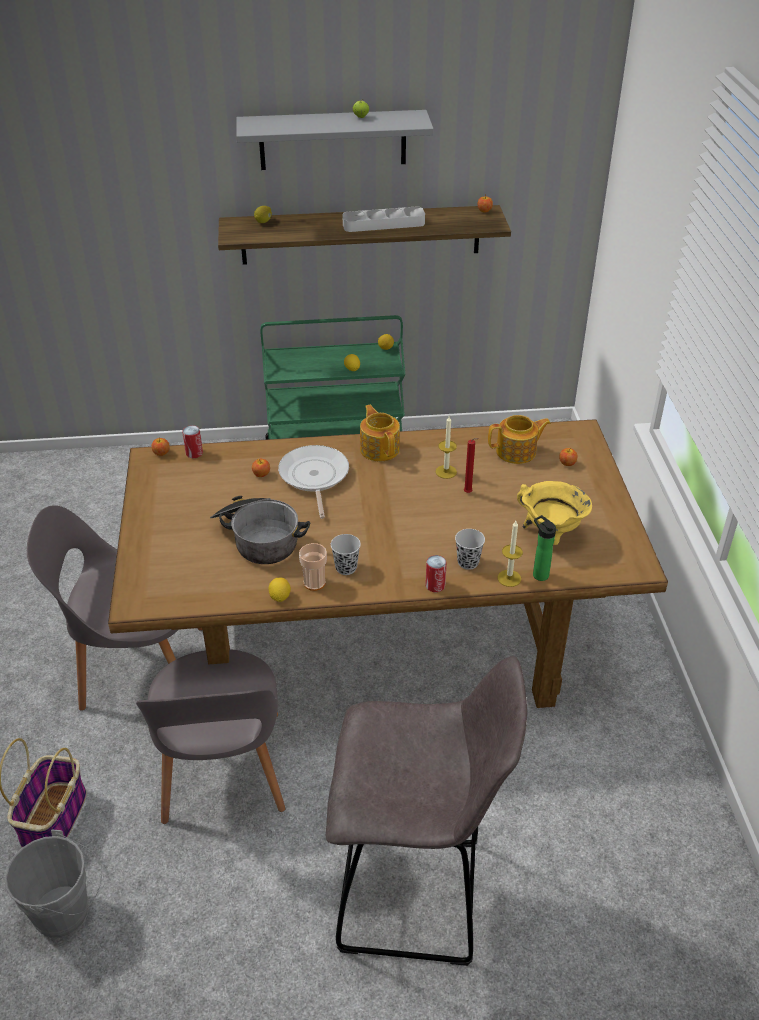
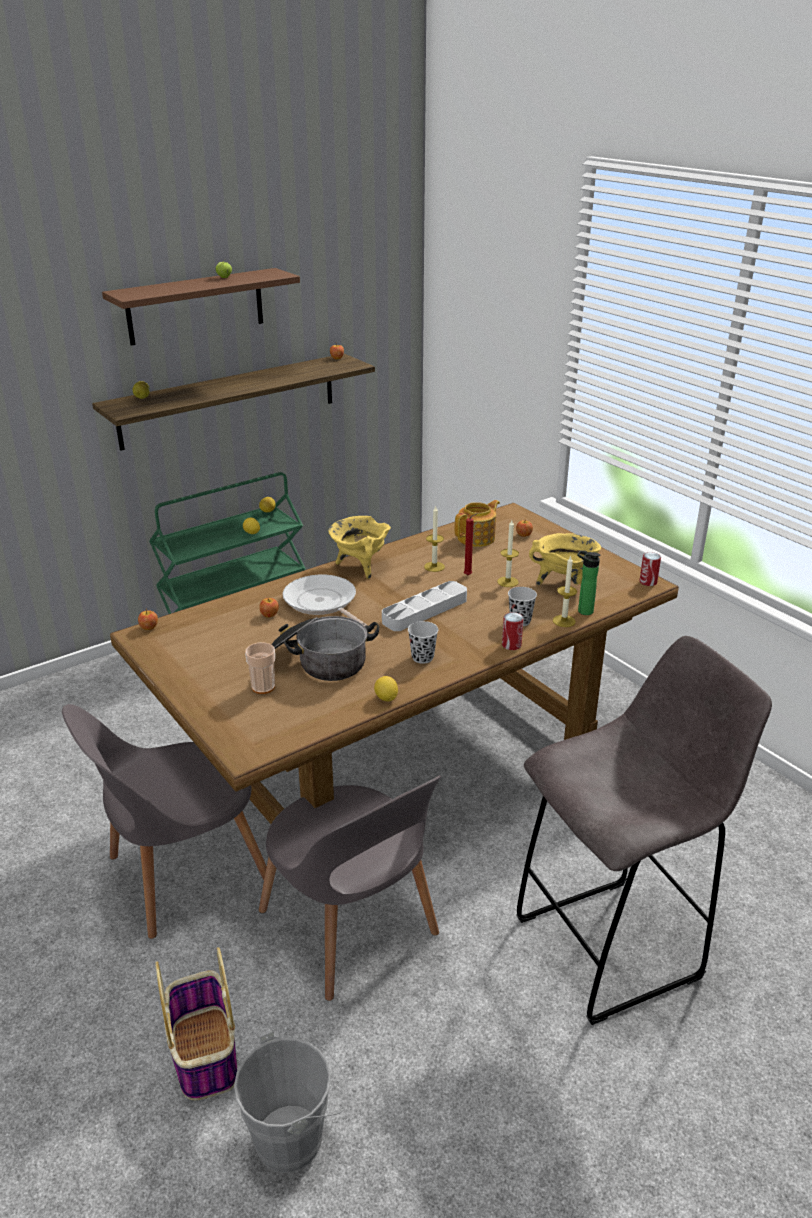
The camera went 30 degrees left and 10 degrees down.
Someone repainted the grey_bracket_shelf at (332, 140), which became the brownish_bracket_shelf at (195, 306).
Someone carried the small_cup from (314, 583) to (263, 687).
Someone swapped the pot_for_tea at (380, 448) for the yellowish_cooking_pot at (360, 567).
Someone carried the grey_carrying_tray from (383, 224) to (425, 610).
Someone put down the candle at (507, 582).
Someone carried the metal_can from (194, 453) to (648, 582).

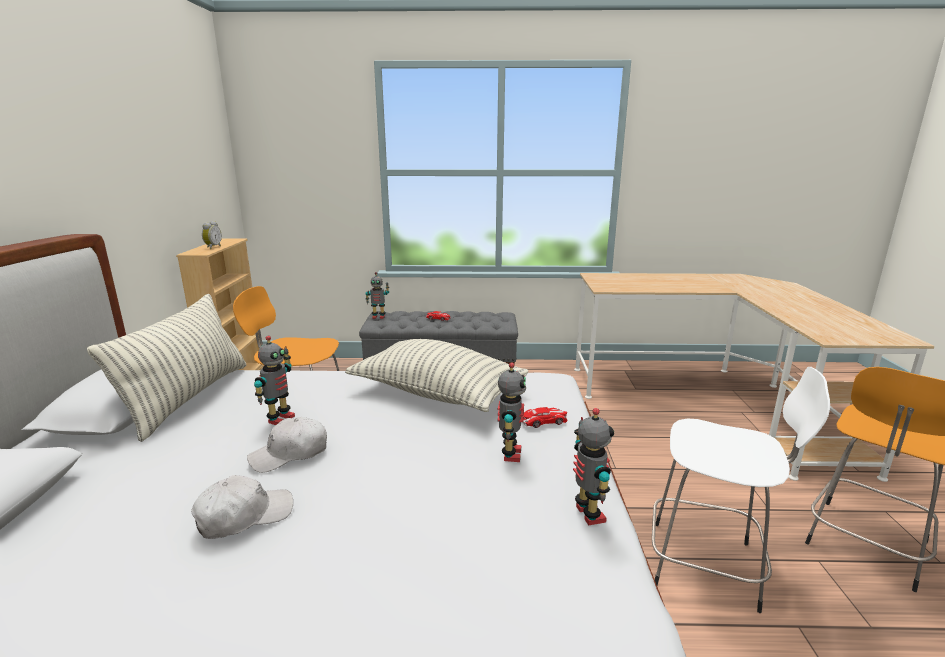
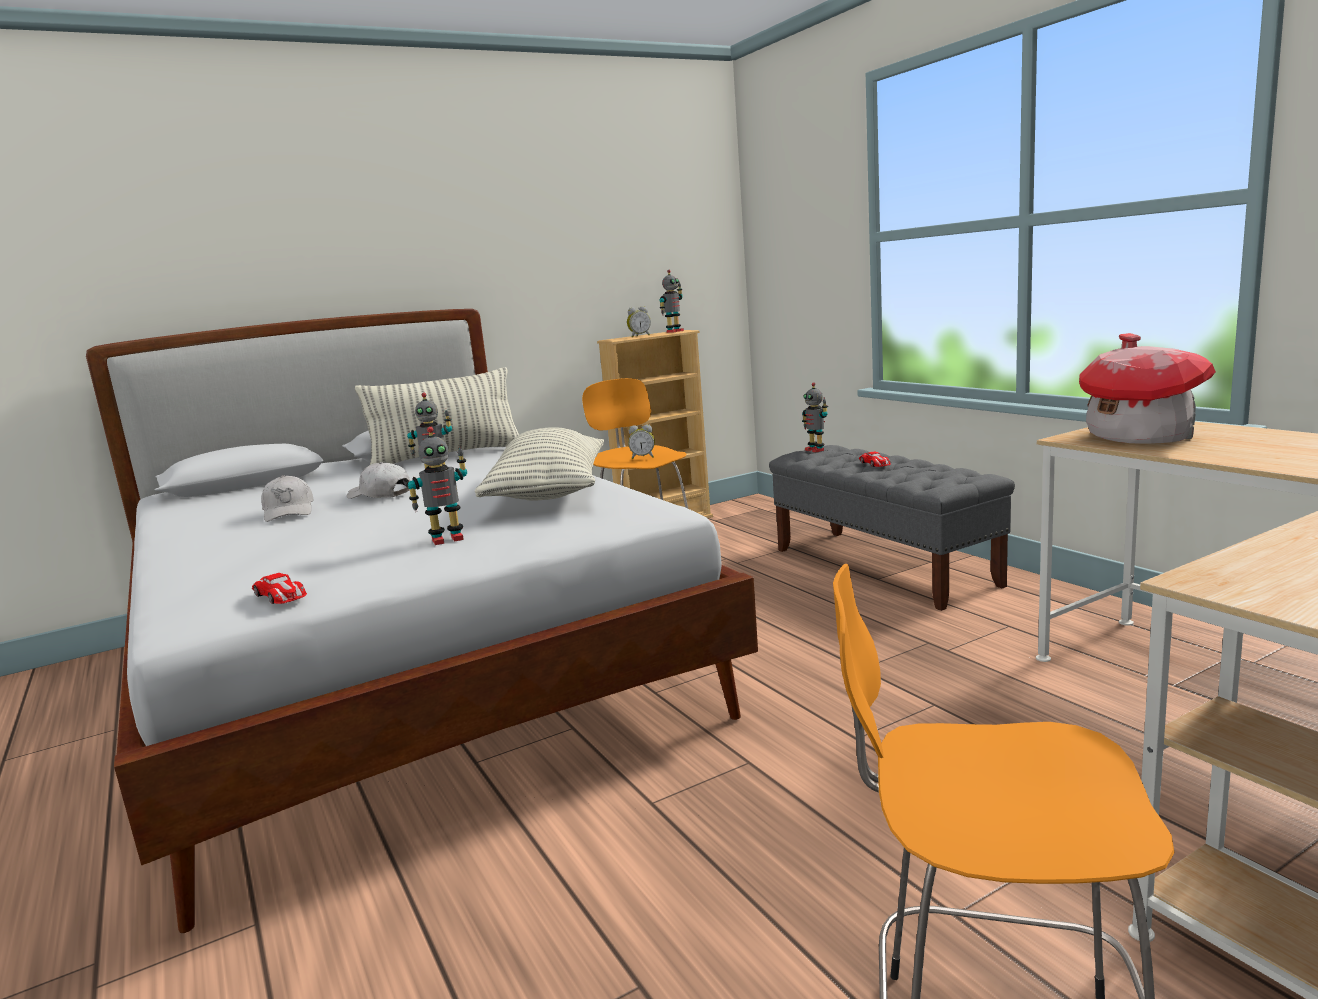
The camera went 60 degrees right and 5 degrees down.
Someone carried the model_car from (544, 421) to (280, 595).
Someone rotated the white-coloured_baseball_cap at (244, 516) by 45 degrees clockwise.
Someone put down the alarm_clock at (643, 457).
Someone carried the robot_figure from (587, 514) to (674, 331).
Someone put down the toy_house at (1139, 436).
Someone took away the white-coloured_stool at (708, 565).

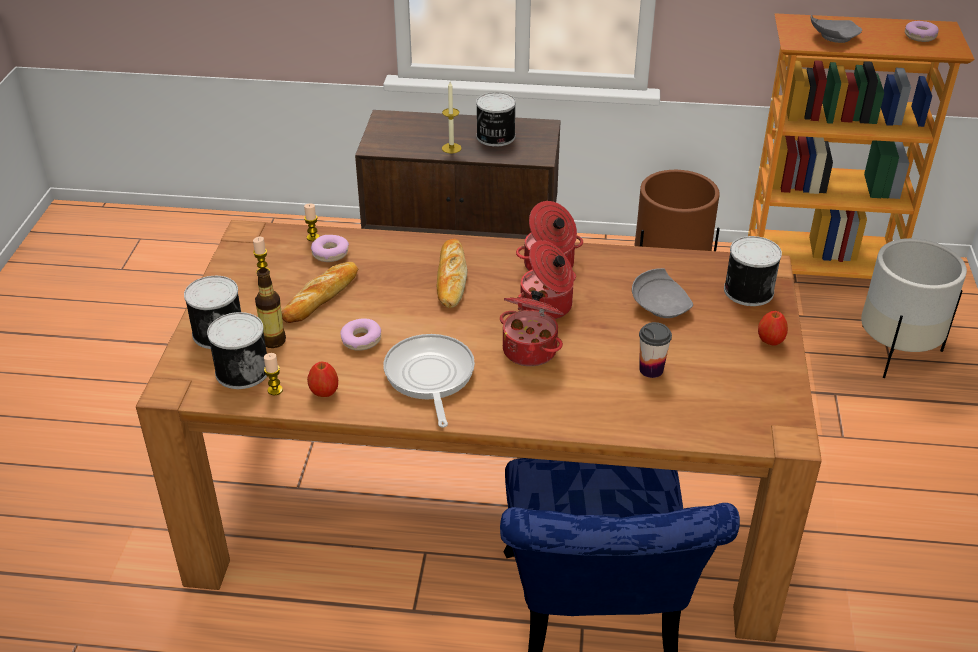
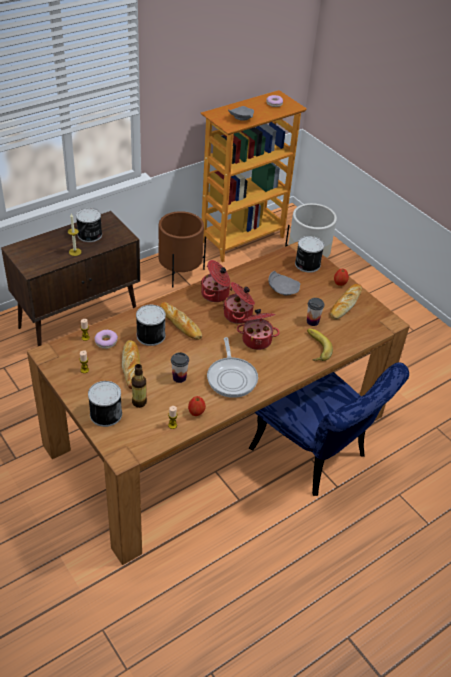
The camera went 45 degrees left and 5 degrees up.
Someone carried the metal_can from (242, 370) to (150, 335).
Someone swapped the ring_doughnut at (361, 340) for the small_cup at (179, 377).
Someone rotated the skillet at (429, 377) by 135 degrees counterclockwise.
Someone put down the whole_banana at (315, 347).
Someone put down the bread at (345, 304).

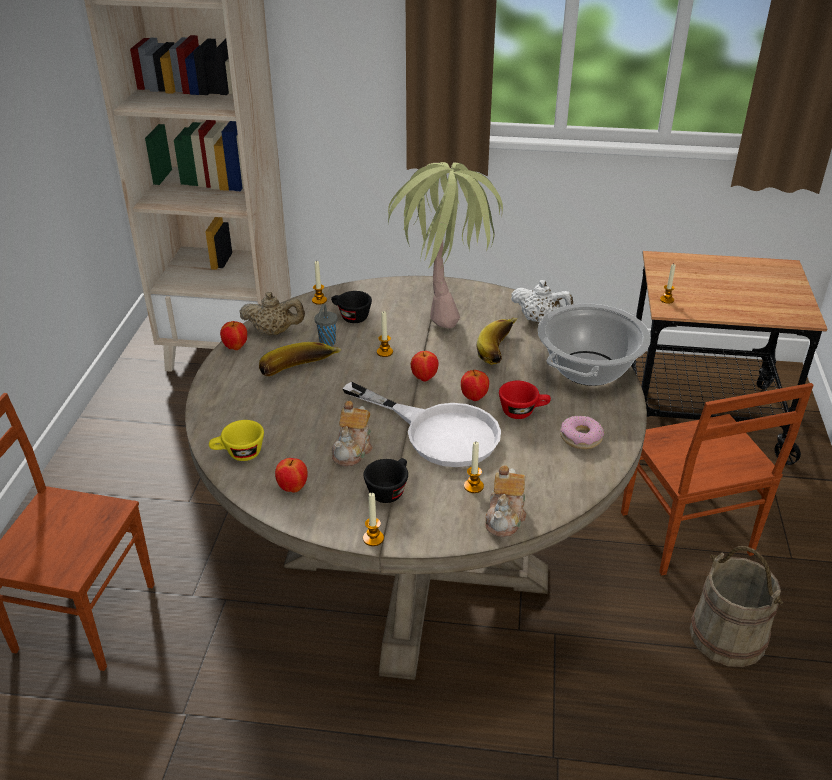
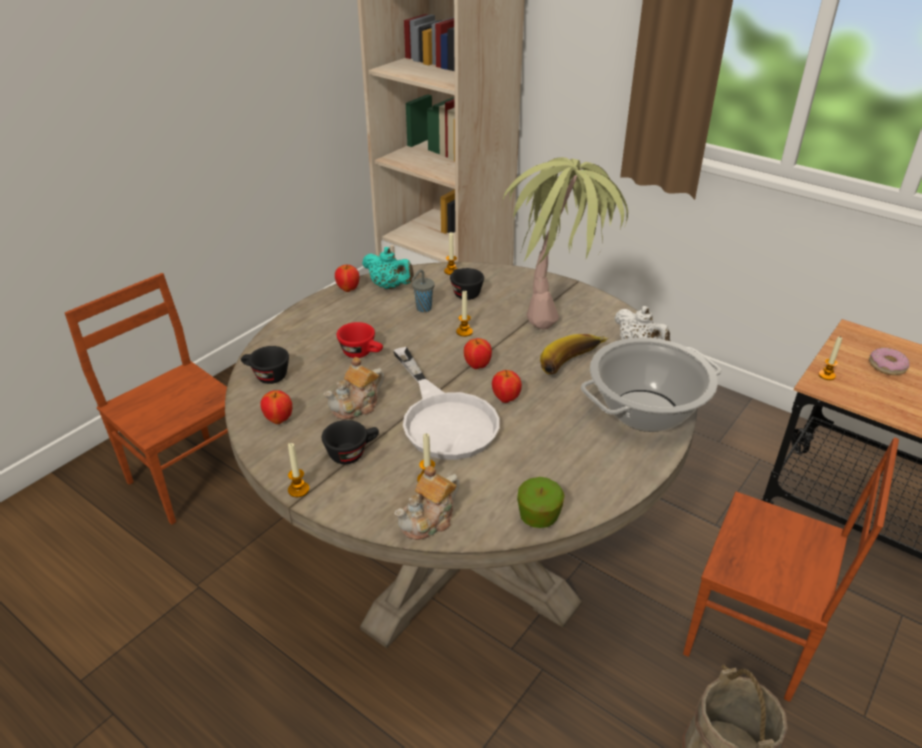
The camera went 30 degrees right and 0 degrees up.
Someone repainted the yellowish_small_cup at (238, 454), which became the blackish_small_cup at (266, 376).
Someone carried the red-coloured_small_cup from (523, 411) to (362, 353).
Someone repainted the sand-coloured_pot_for_tea at (274, 332), which became the blue-green_pot_for_tea at (389, 286).
Someone put down the apple_fruit at (539, 517).
Someone rotated the brownish_upright_chair at (685, 535) by 75 degrees counterclockwise.
Someone carried the ring_doughnut from (581, 438) to (886, 366).
Someone took away the whole_banana at (300, 371).

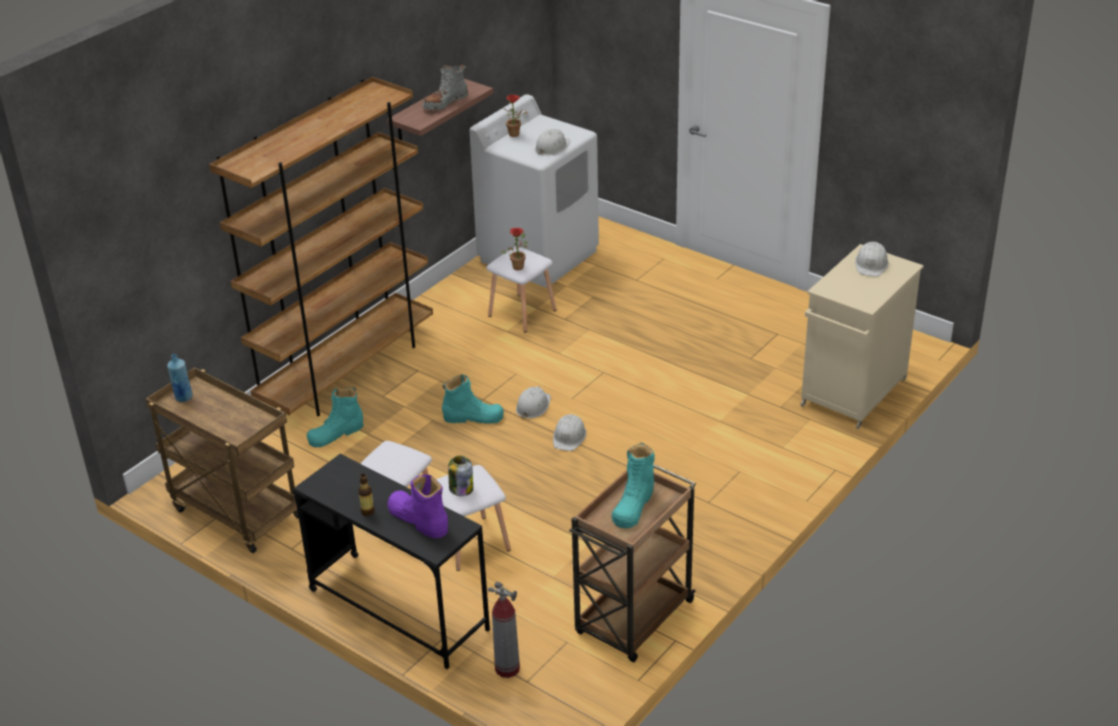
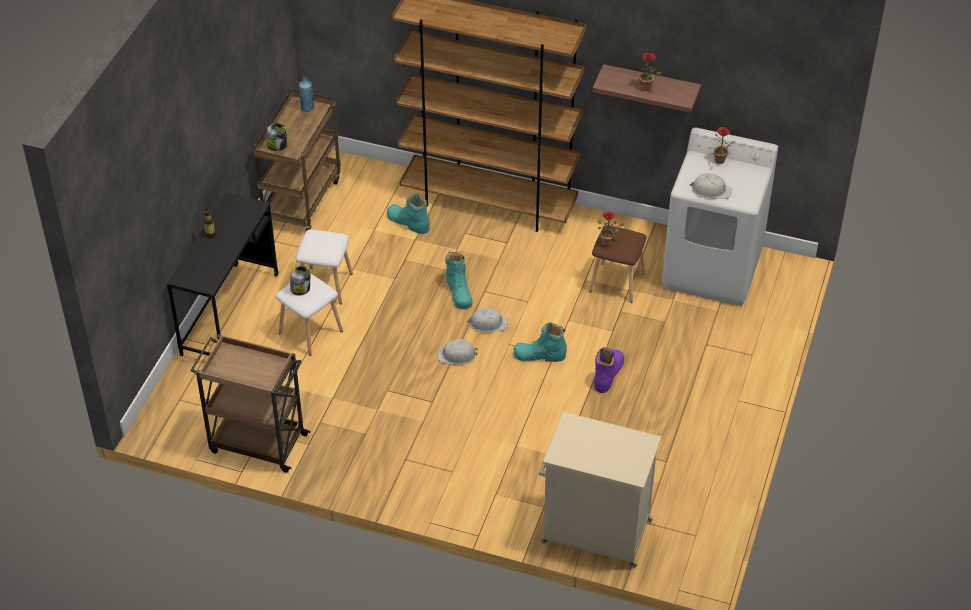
The camera went 70 degrees right and 10 degrees up.
Someone put down the jar at (277, 145).
Someone carried the blue-green_high-top_boot from (633, 505) to (539, 355).
Someone repainted the white-coloured_stool at (522, 313), which became the brownish_stool at (615, 282).
Someone carried the purple_high-top_boot from (418, 519) to (608, 374).
Someone swapped the grey_high-top_boot at (445, 102) for the houseplant at (648, 88).
Someone took away the extinguisher at (507, 668).
Someone took away the white-coloured_work_helmet at (871, 264).

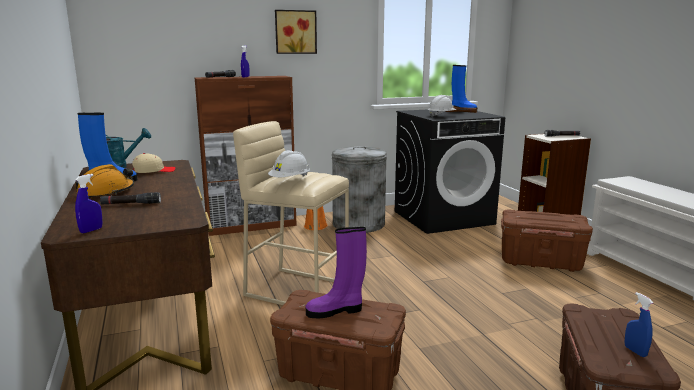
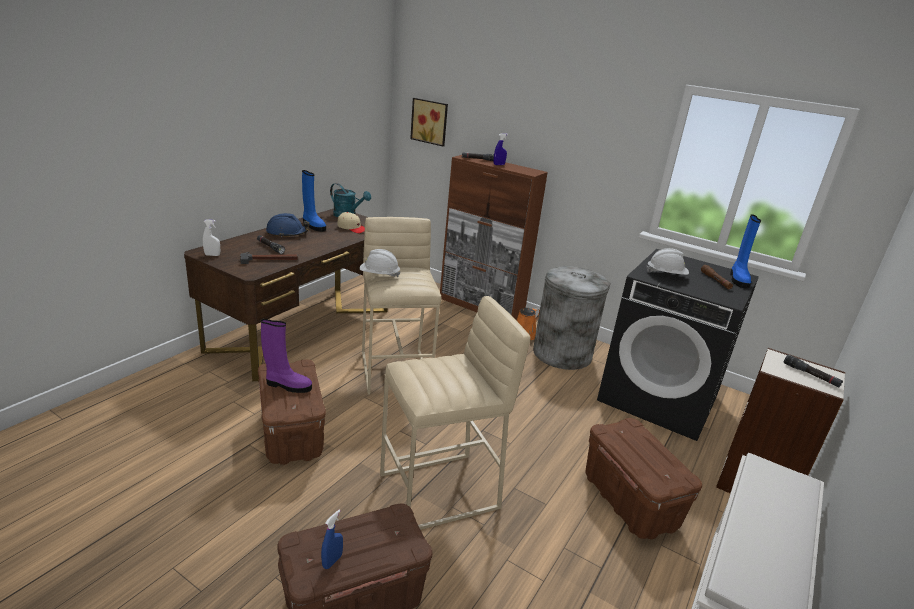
The camera went 50 degrees right and 10 degrees up.
Someone repainted the bluish_hand_sprayer at (91, 230), which became the white-coloured_hand_sprayer at (212, 255).
Someone put down the tool_hammer at (269, 259).
Someone rotated the purple_high-top_boot at (336, 311) by 150 degrees clockwise.
Someone repainted the orangey_work_helmet at (106, 192), which became the bluish_work_helmet at (287, 233).
Someone put down the sand-coloured_stool at (440, 491).
Someone carried the wall_art from (295, 32) to (430, 121).

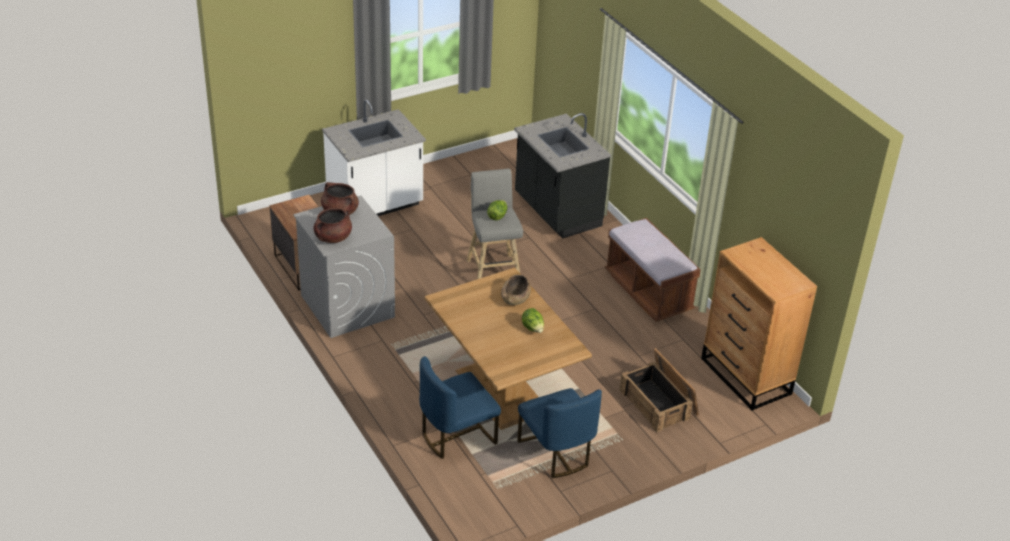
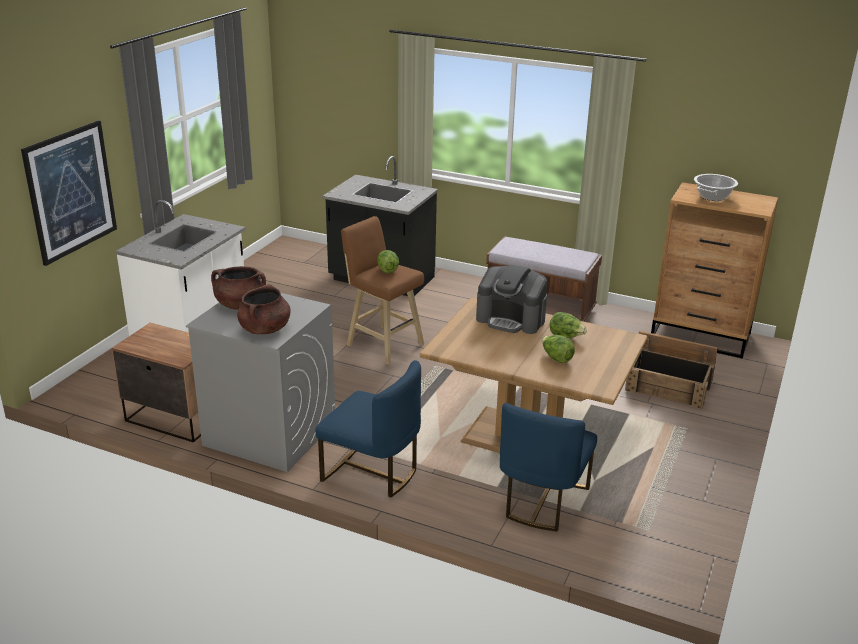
The camera went 35 degrees left and 10 degrees down.
Someone put up the wall_art at (71, 191).
Someone carried the bluish_upright_chair from (556, 453) to (372, 472).
Someone repainted the grey_stool at (493, 270), which became the brownish_stool at (382, 343).
Someone swapped the brownish_bowl at (516, 298) for the coffee_brewer at (511, 319).
Someone put down the head_of_lettuce at (556, 358).
Someone put down the cooking_pot at (713, 197).

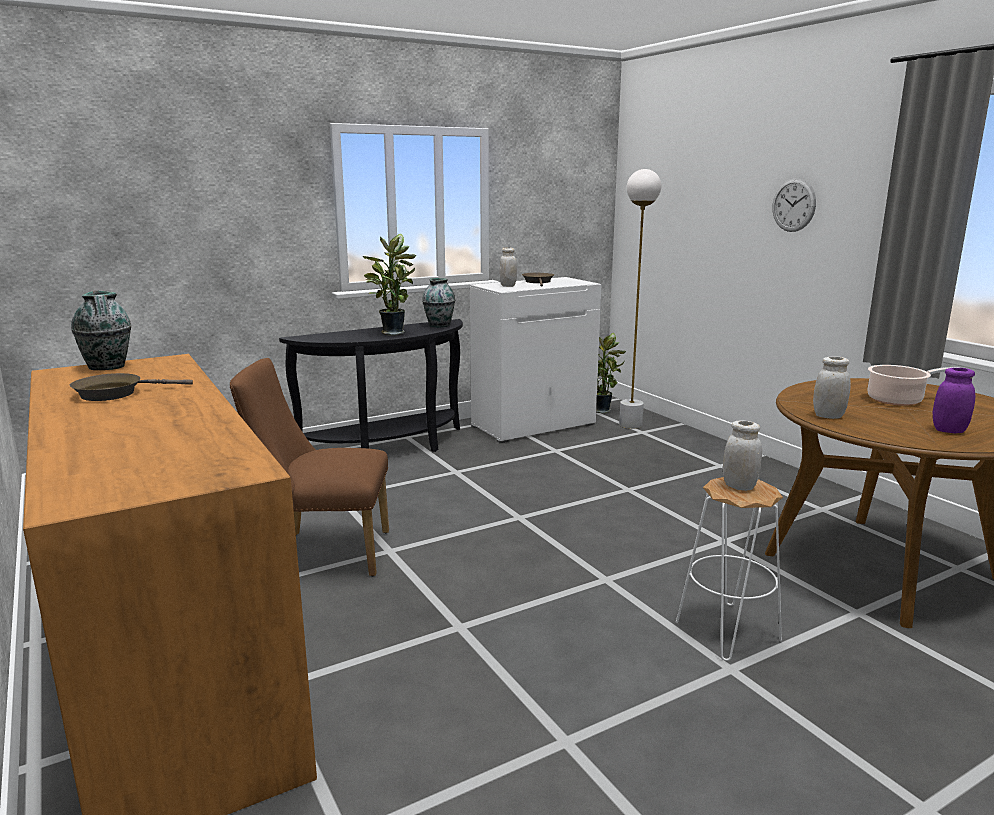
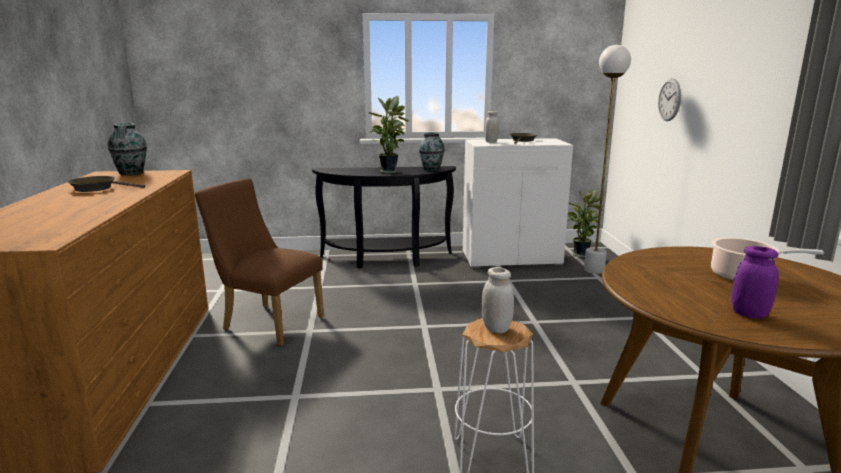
The camera went 25 degrees right and 0 degrees up.
Someone carried the hanging_clock from (793, 205) to (669, 99).
Someone took away the white-coloured_jar at (828, 416).

